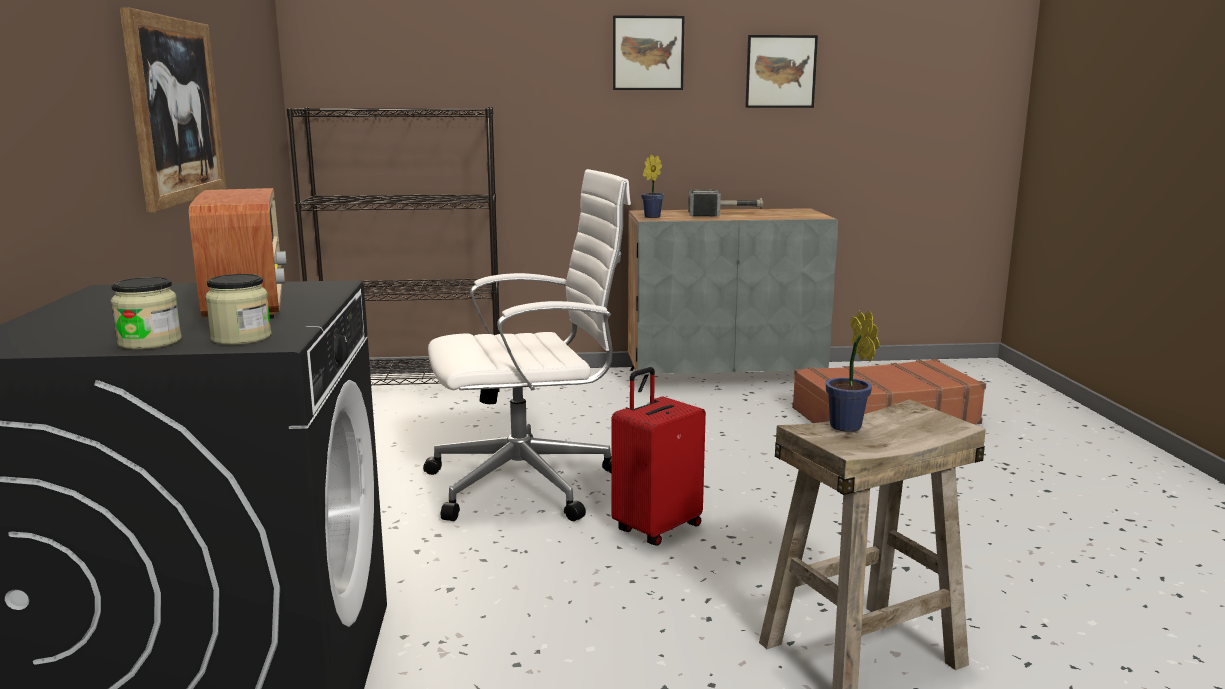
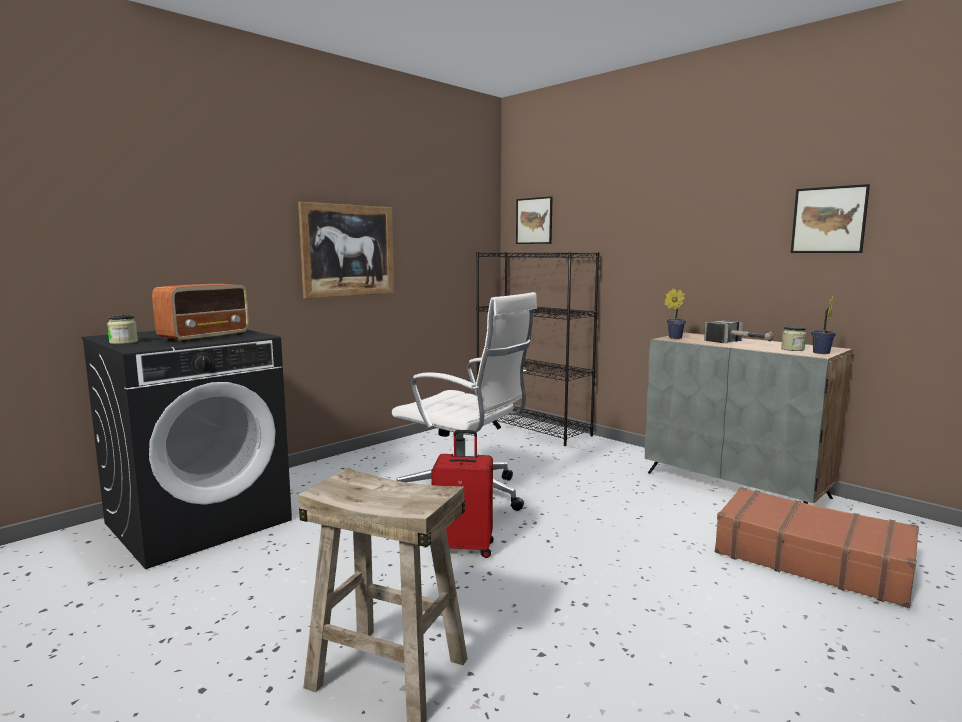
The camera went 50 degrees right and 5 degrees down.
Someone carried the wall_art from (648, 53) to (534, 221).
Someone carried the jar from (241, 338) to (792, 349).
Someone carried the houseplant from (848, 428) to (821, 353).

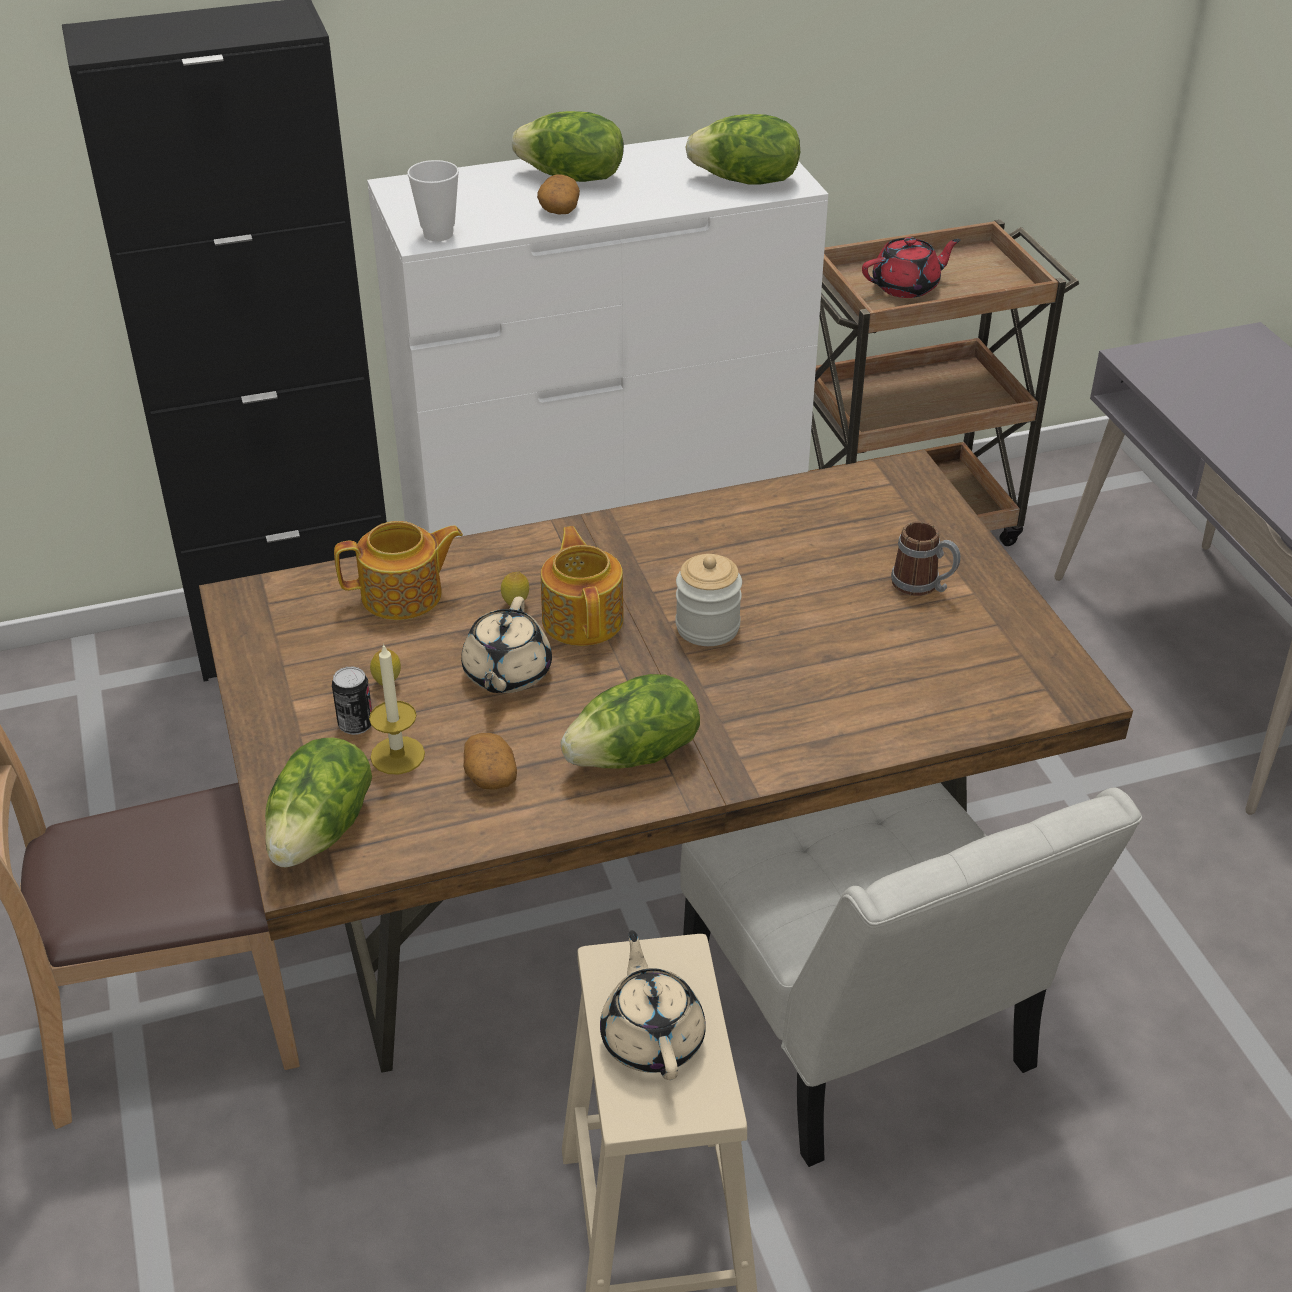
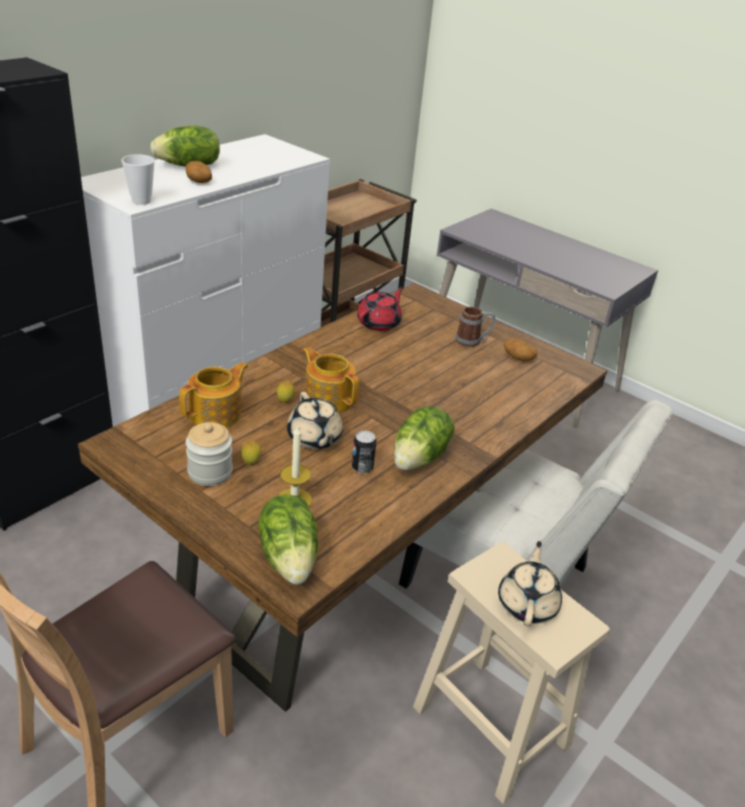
The camera went 35 degrees left and 5 degrees down.
Someone carried the jar from (707, 627) to (210, 472).
Someone carried the metal_can from (356, 725) to (362, 467).
Someone carried the red-coloured_pot_for_tea from (907, 287) to (379, 323).
Someone rotated the sand-coloured_pot_for_tea at (652, 1037) by 60 degrees clockwise.
Someone carried the potato from (489, 775) to (518, 358).
Someone took away the head_of_lettuce at (746, 181).

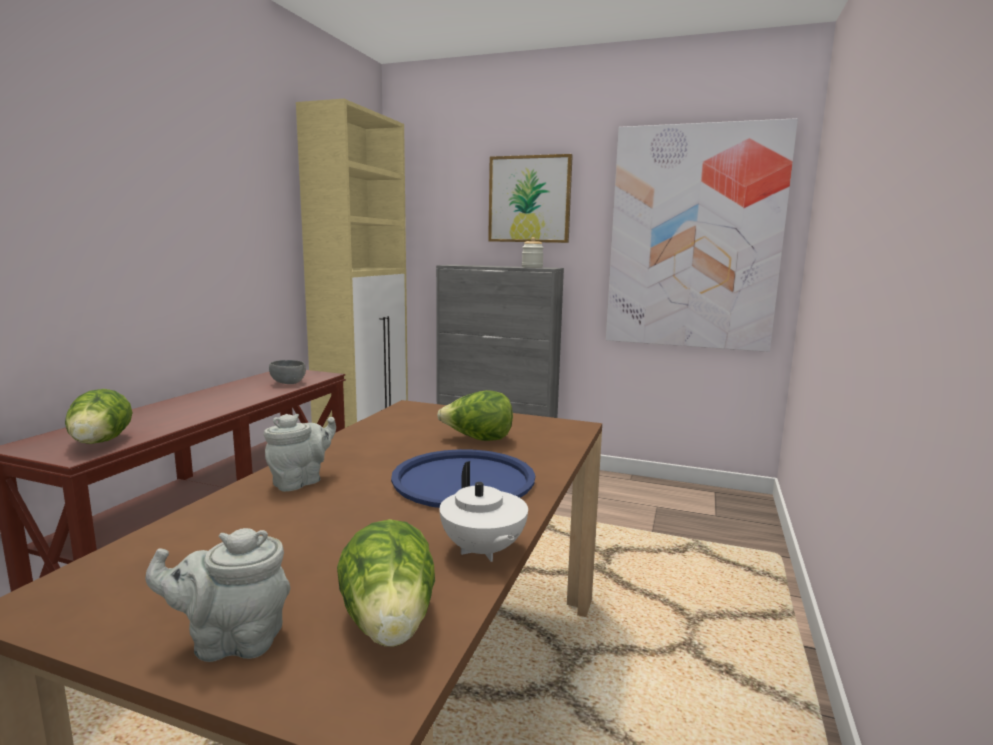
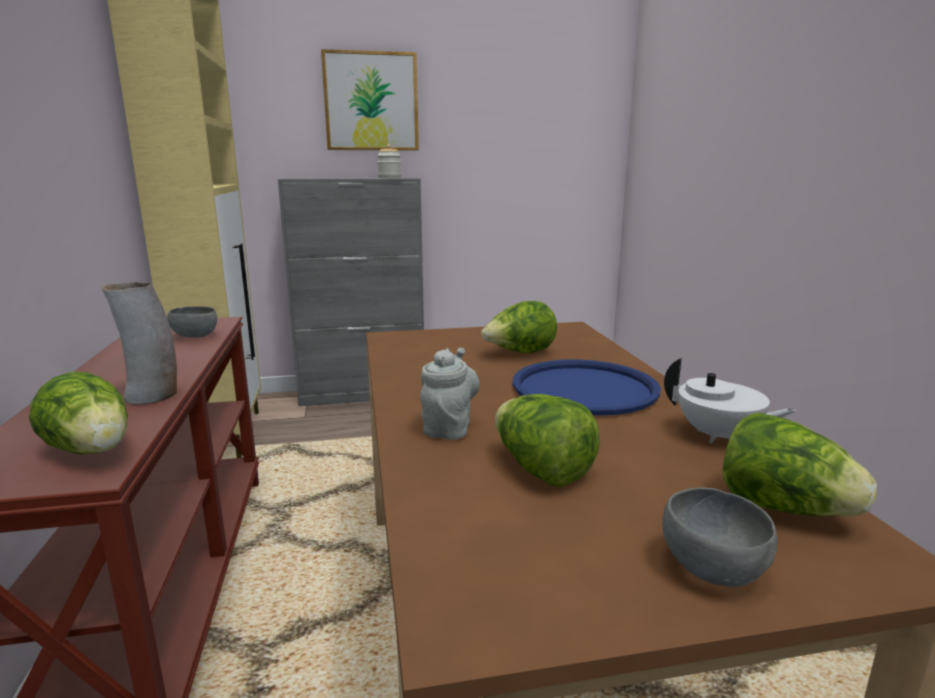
The camera went 30 degrees left and 5 degrees up.
Someone put down the flower_vase at (153, 396).
Someone put down the head_of_lettuce at (541, 470).
Someone swapped the grey_pot_for_tea at (232, 641) for the grey_bowl at (713, 569).
Someone took away the wall_art at (693, 238).

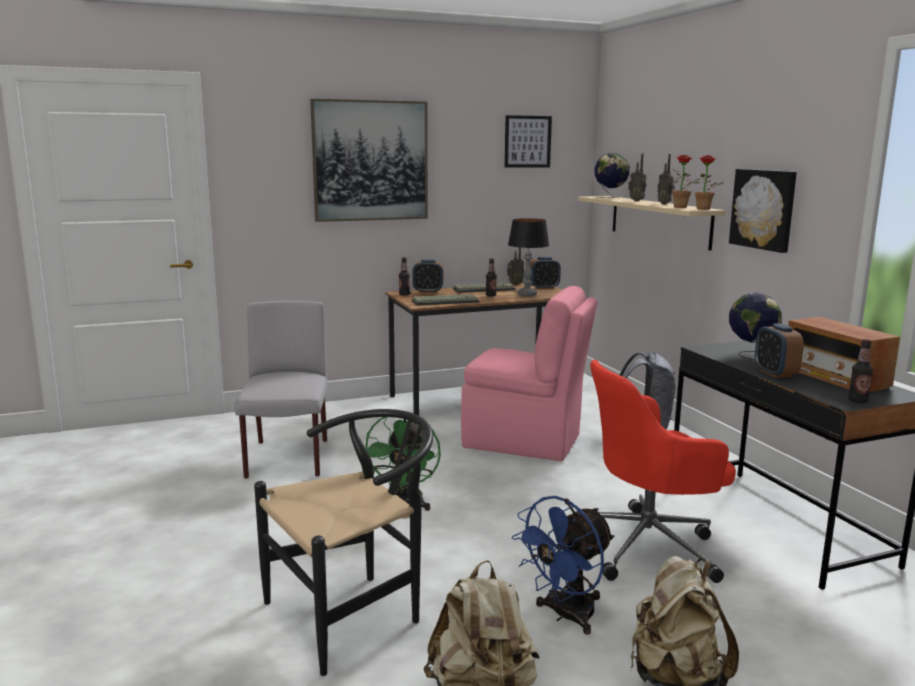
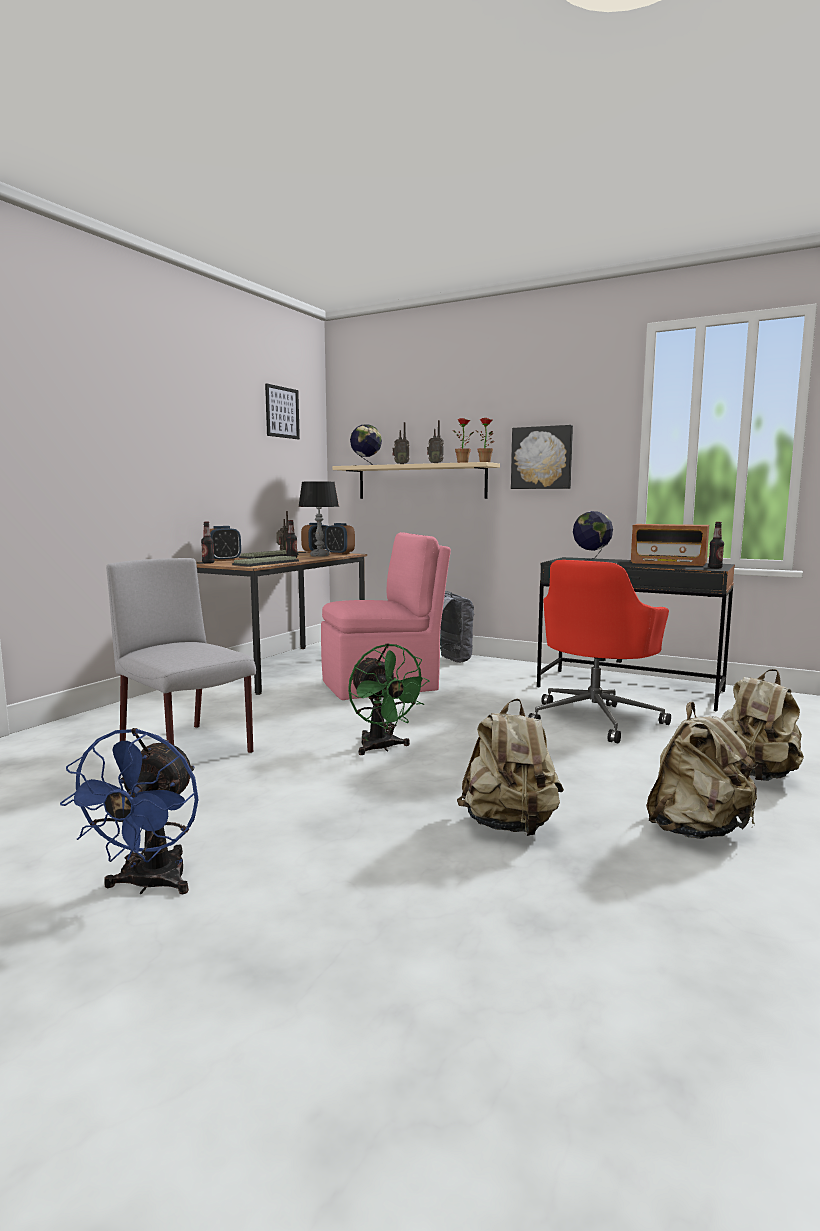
The camera went 40 degrees left and 5 degrees down.
Someone carried the bluish_fan from (565, 616) to (149, 885).
Someone carried the alarm_clock from (775, 373) to (340, 553).
Someone swapped the blackish_upright_chair at (355, 613) for the sand-coloured_knapsack at (510, 826).
Someone took away the wall_art at (370, 161).

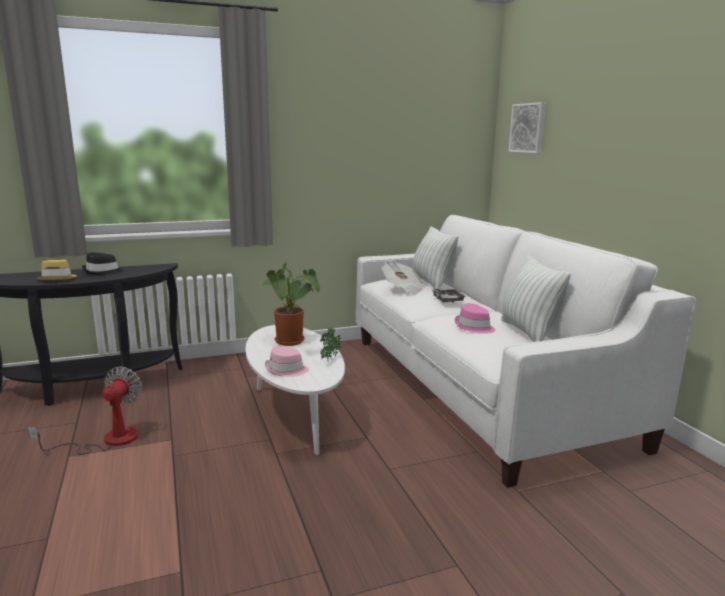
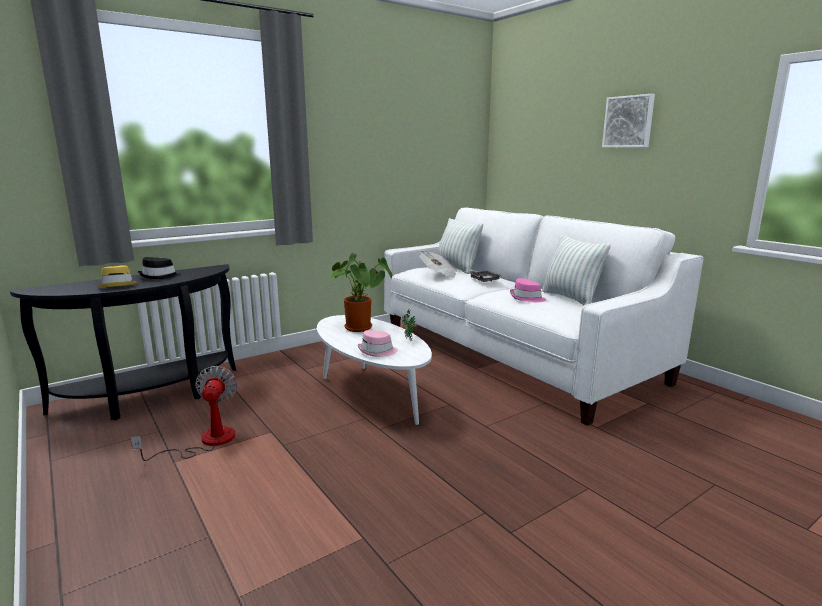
The camera went 15 degrees left and 0 degrees up.
Someone carried the wall_art from (528, 128) to (629, 122).

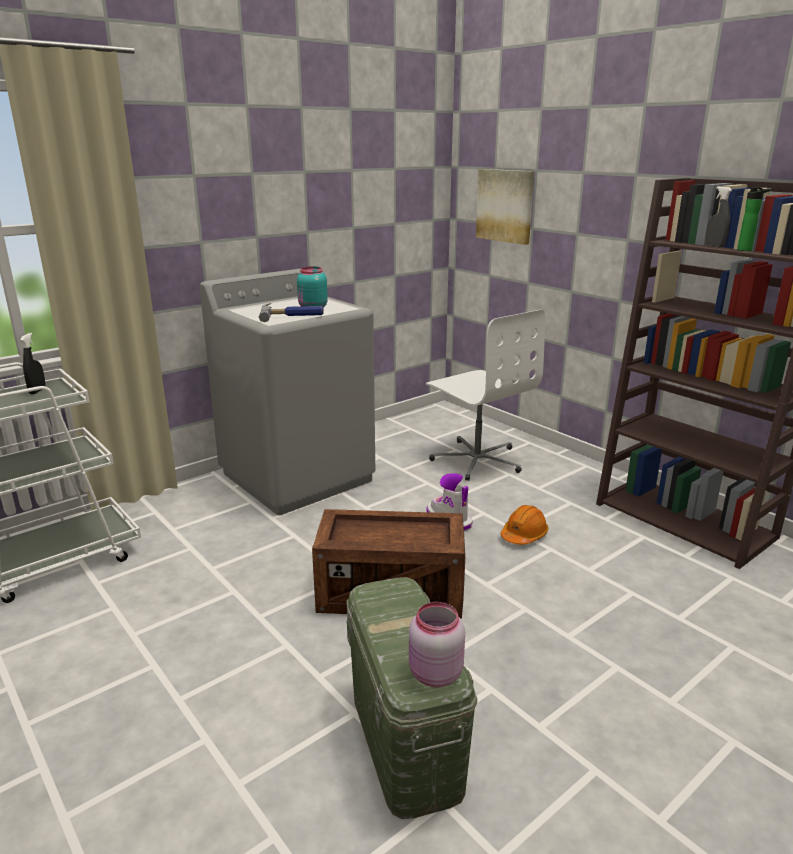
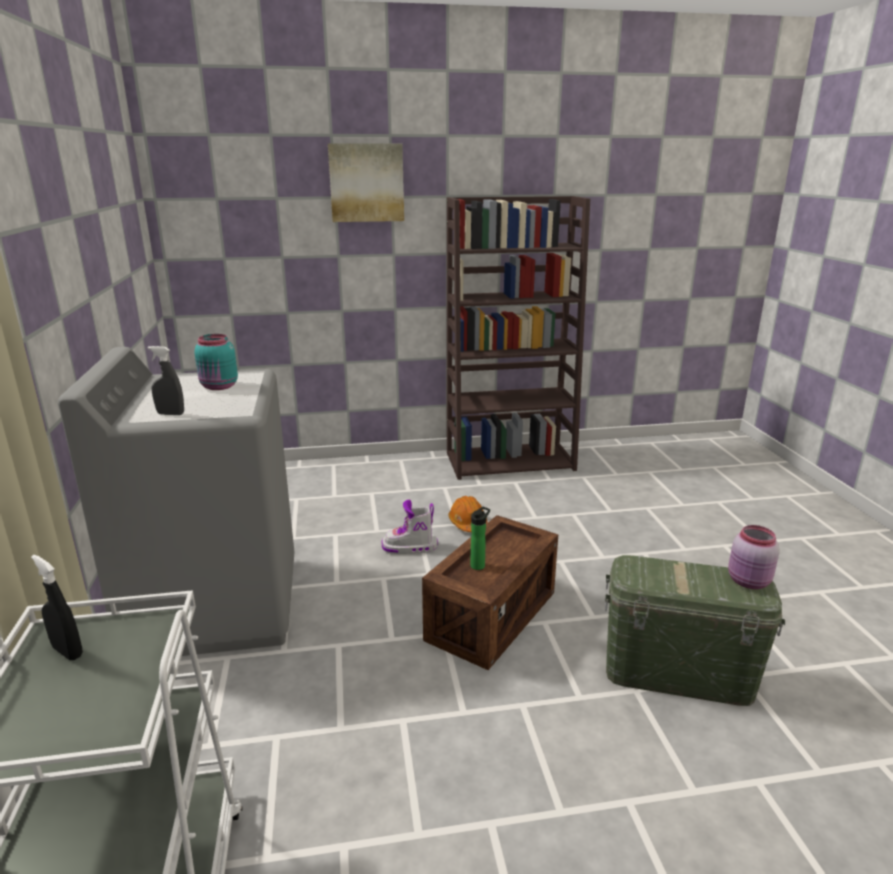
The camera went 60 degrees left and 0 degrees up.
Someone carried the grey_hand_sprayer from (714, 246) to (170, 414).
Someone carried the wall_art from (505, 205) to (366, 183).
Someone carried the beverage_bottle from (747, 250) to (479, 565).
Someone took away the tool_hammer at (292, 315).
Someone took away the white-coloured_desk_chair at (477, 460).

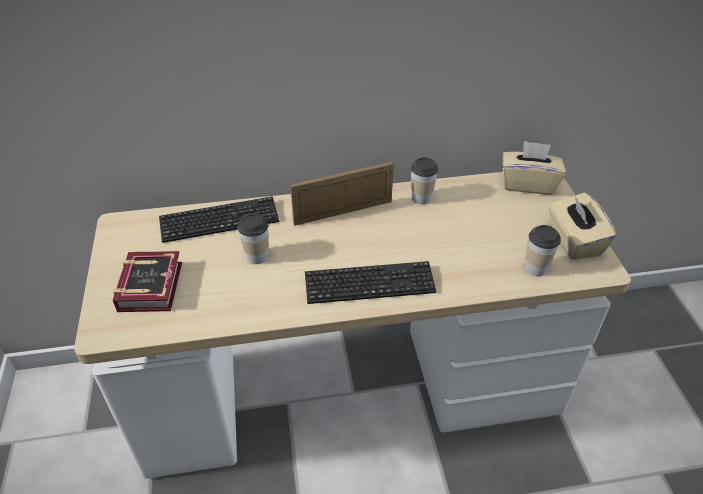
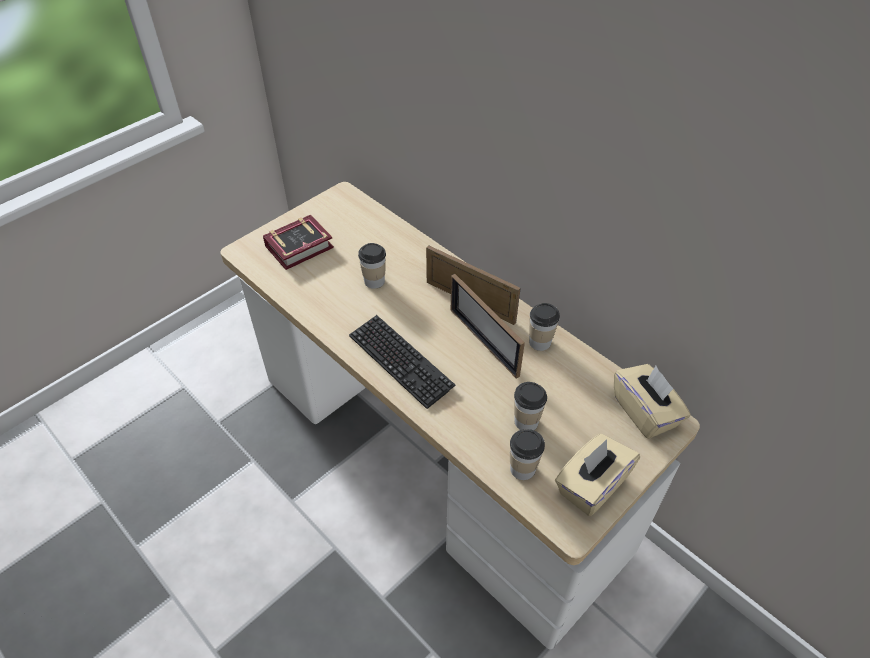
The camera went 55 degrees right and 5 degrees up.
Someone put down the standing_frame at (483, 342).
Someone put down the small_cup at (526, 421).
Someone took away the computer_keyboard at (219, 221).

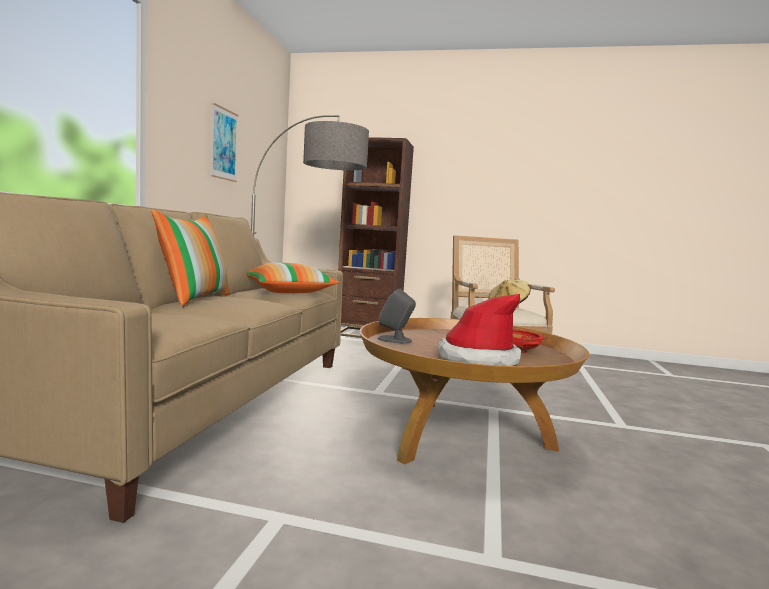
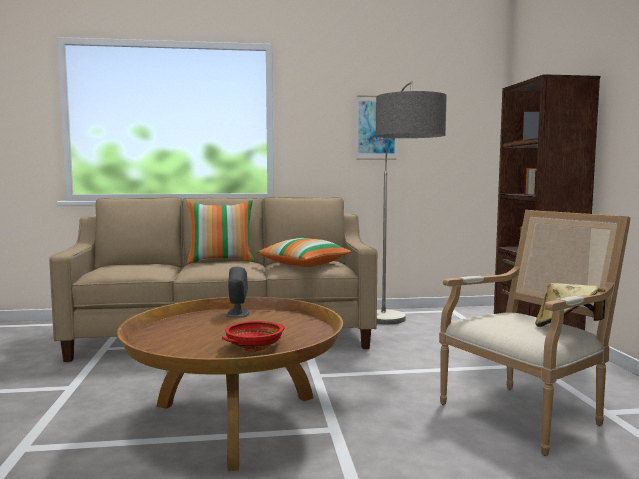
The camera went 70 degrees right and 0 degrees up.
Someone took away the wearable_hat at (477, 359).

